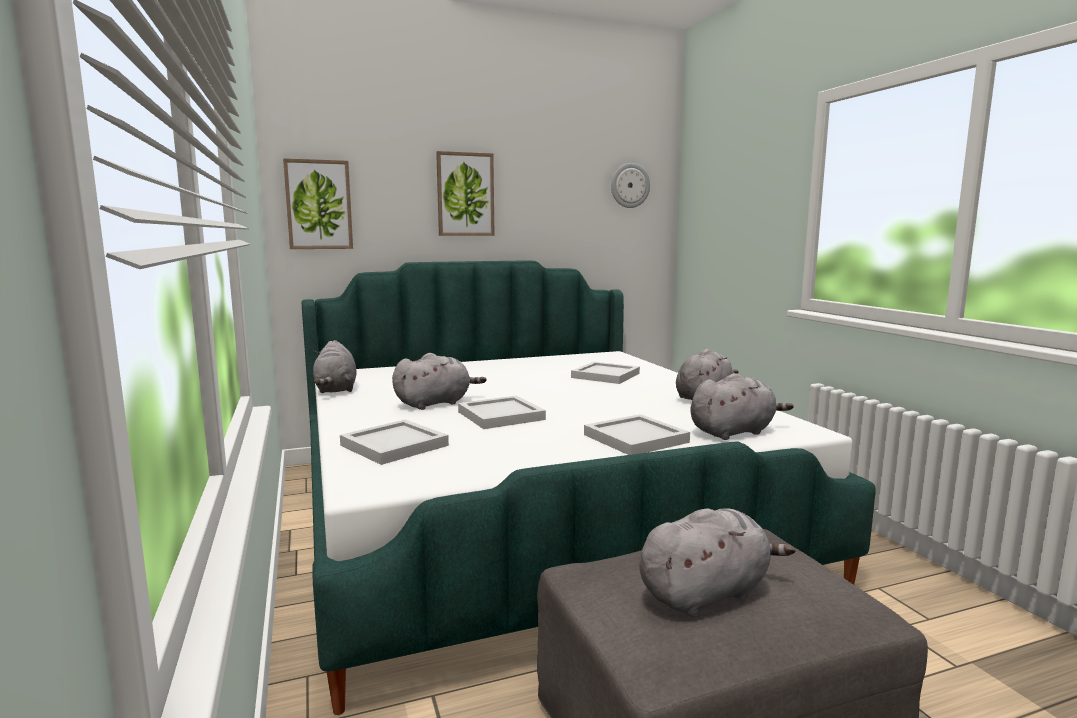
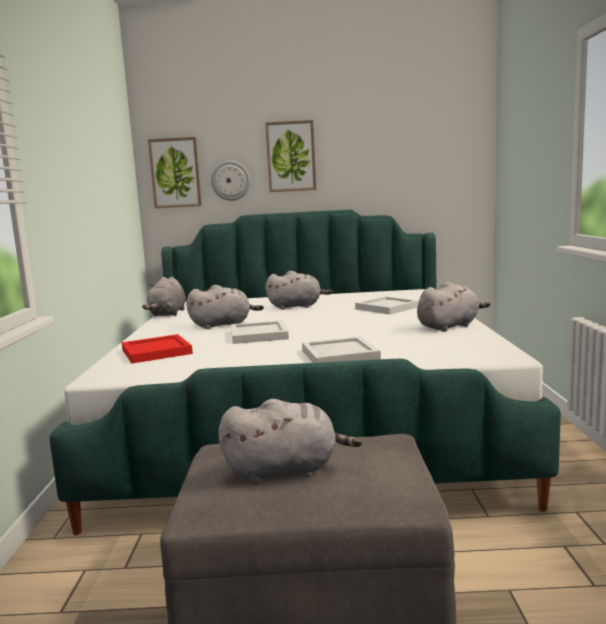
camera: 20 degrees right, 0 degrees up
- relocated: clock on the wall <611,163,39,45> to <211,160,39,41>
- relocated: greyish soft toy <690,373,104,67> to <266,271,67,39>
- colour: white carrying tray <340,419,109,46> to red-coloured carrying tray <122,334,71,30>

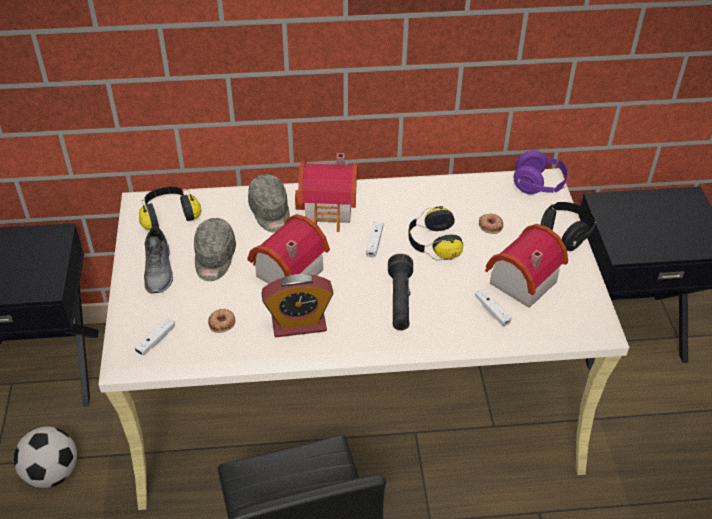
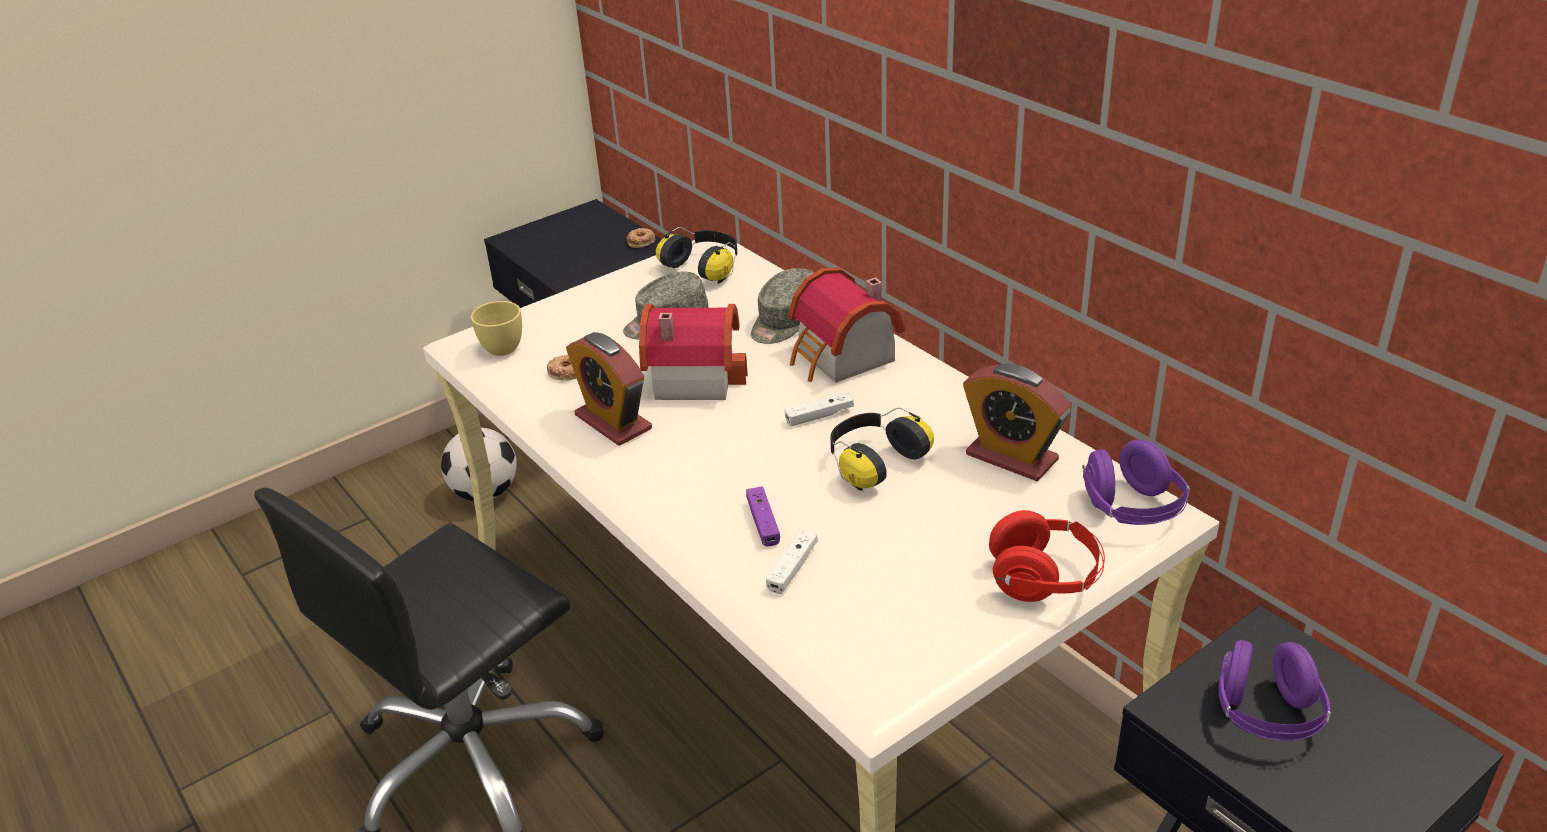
camera: 60 degrees right, 10 degrees down
- colour: black-coloured headset <540,202,56,49> to red-coloured headset <989,510,116,92>
- relocated: ring doughnut <479,214,25,20> to <626,228,29,20>
- missing: toy house <485,224,83,84>
- missing: greyish shoe <144,226,29,67>
- missing: black-coloured flashlight <388,254,25,76>
- exchanged: white game controller <134,318,41,37> to yellow small cup <471,301,51,55>
- appeared: alarm clock <963,364,108,117>
- appeared: purple-coloured game controller <746,486,34,61>
- appeared: purple-coloured headset <1219,640,112,101>

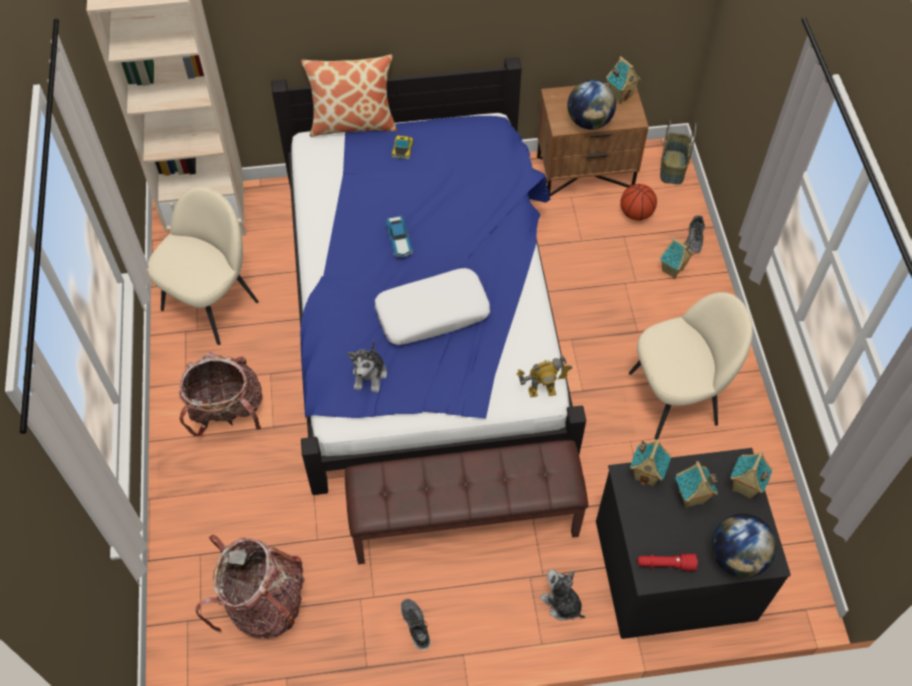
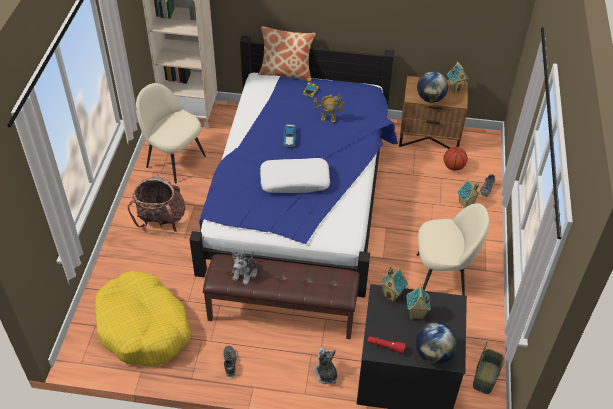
camera: 15 degrees right, 10 degrees down
- relocated: storage basket <660,120,36,65> to <473,341,34,53>
- spun: beige plain chair <147,187,112,158> = <136,83,70,100> 105 degrees counterclockwise
- relocated: soft toy <348,340,39,53> to <232,252,25,33>
- relocated: robot figure <517,355,55,42> to <314,94,31,29>
- missing: toy house <730,451,42,48>
- exchanged: knapsack <196,534,109,105> to yellow dog bed <95,271,96,95>

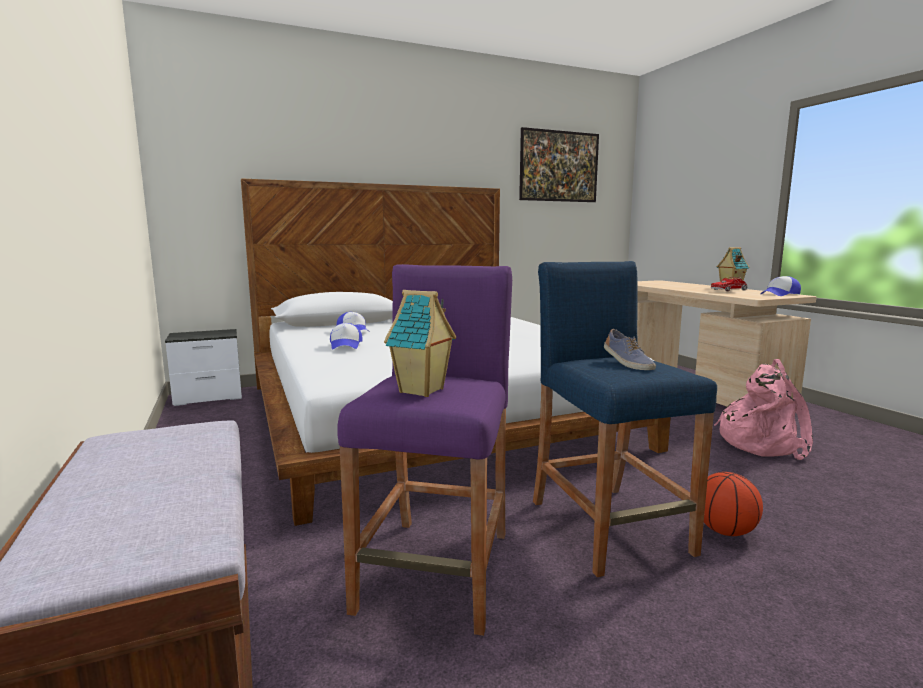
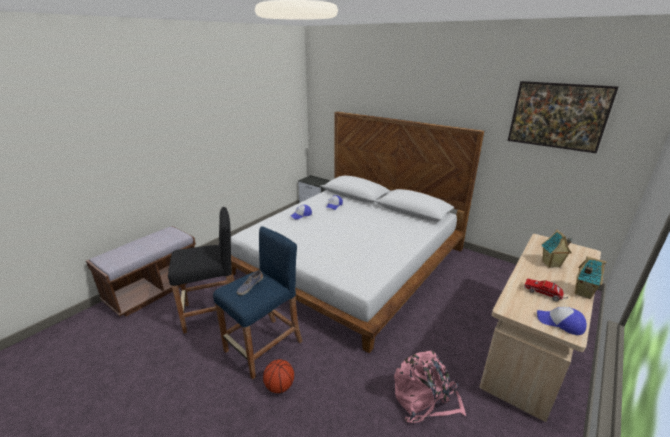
camera: 60 degrees right, 15 degrees up
- colour: purple-coloured sitting stool <337,264,175,372> to black-coloured sitting stool <168,207,67,127>
- relocated: toy house <384,290,72,107> to <541,230,31,38>

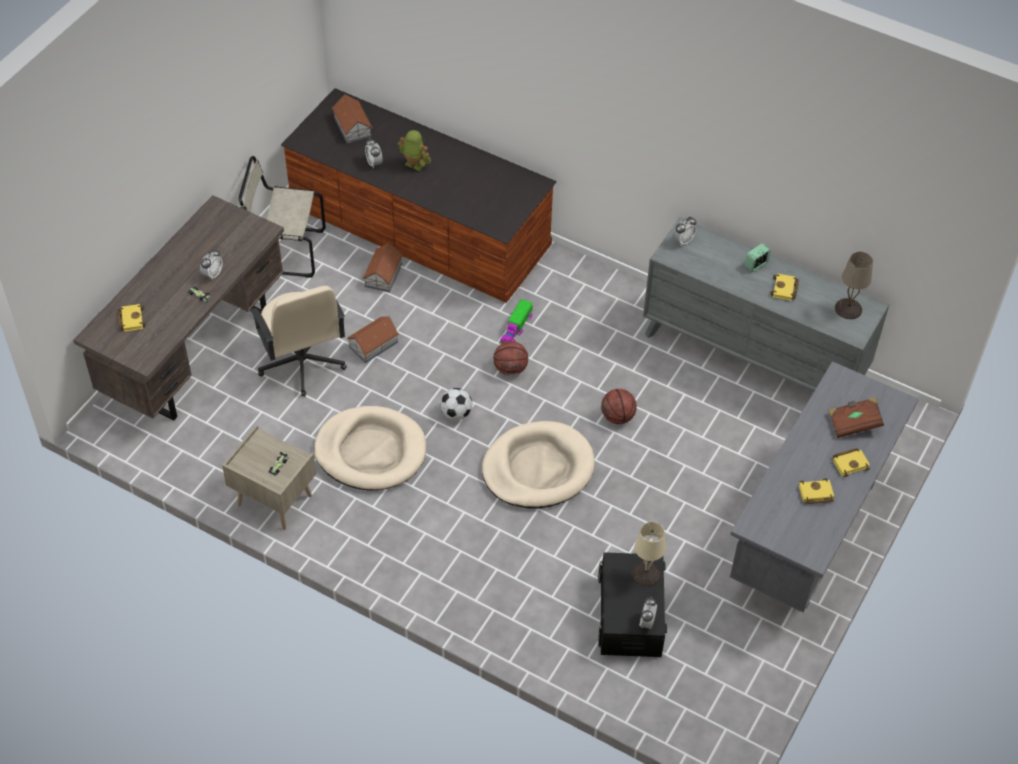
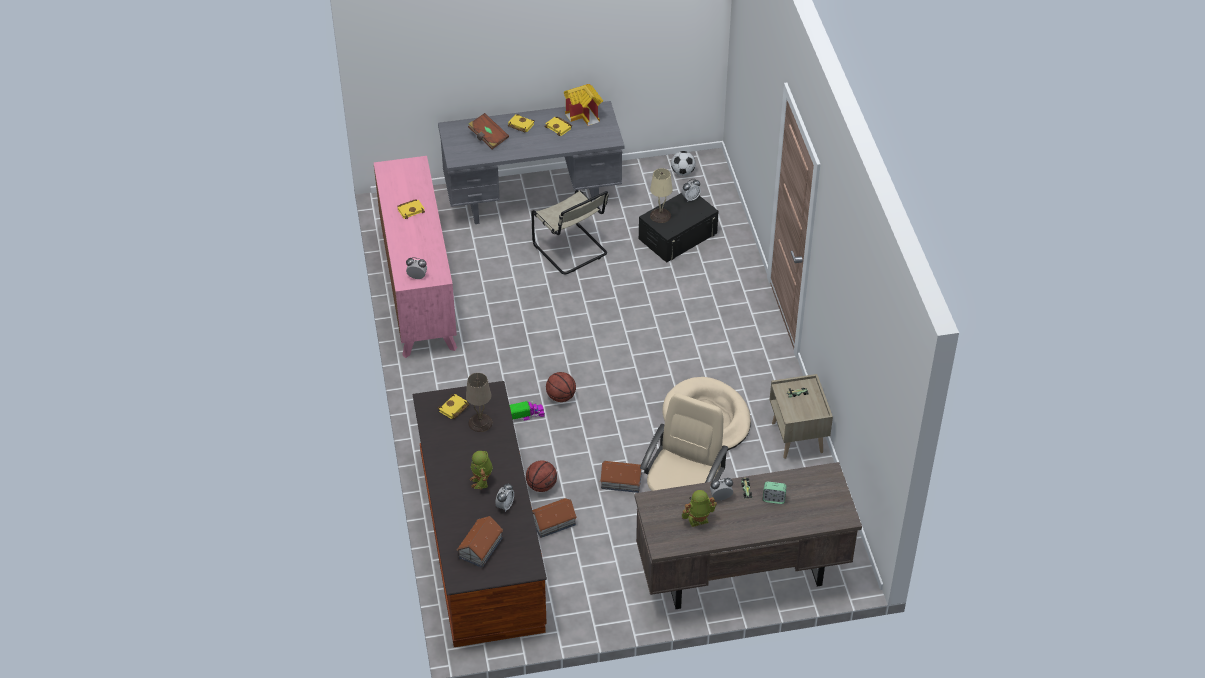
camera: 130 degrees left, 5 degrees down
- relocated: beige plain chair <239,156,87,122> to <531,190,78,84>
- colour: greyish dresser <643,217,246,174> to pink-coloured dresser <374,156,83,202>
- relocated: alarm clock <745,243,26,29> to <763,482,24,22>
- relocated: beige table lamp <835,252,38,67> to <466,373,27,59>
- relocated: yellow book <118,304,28,28> to <438,394,31,25>
- relocated: football ball <440,388,32,32> to <671,151,25,25>
- relocated: ball for basketball <601,389,36,35> to <526,460,31,32>
- missing: beige dog bed <482,421,113,88>
- appeared: toy house <564,84,39,42>
- appeared: robot figure <682,490,35,37>

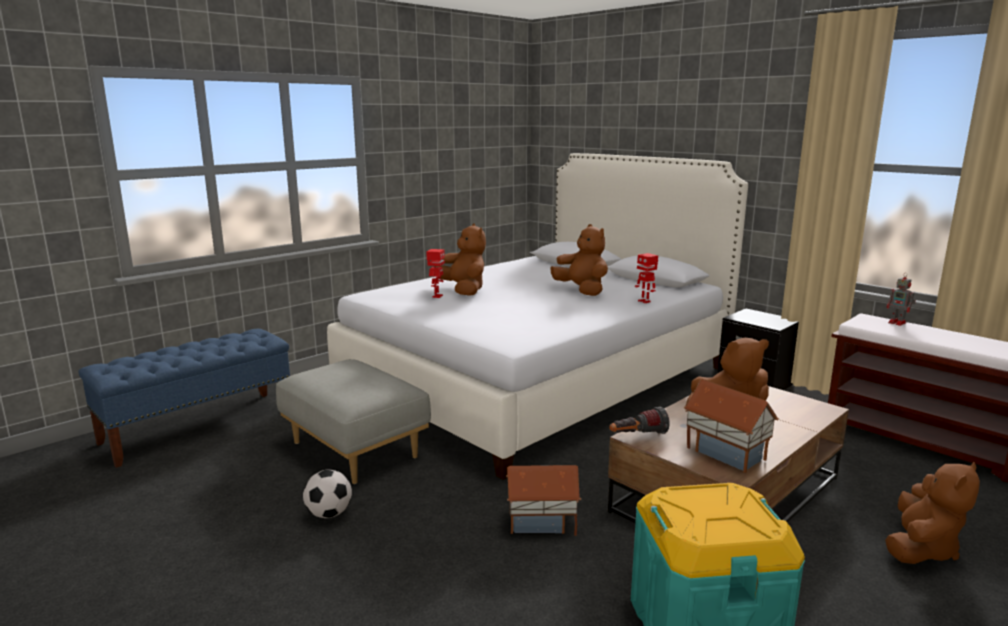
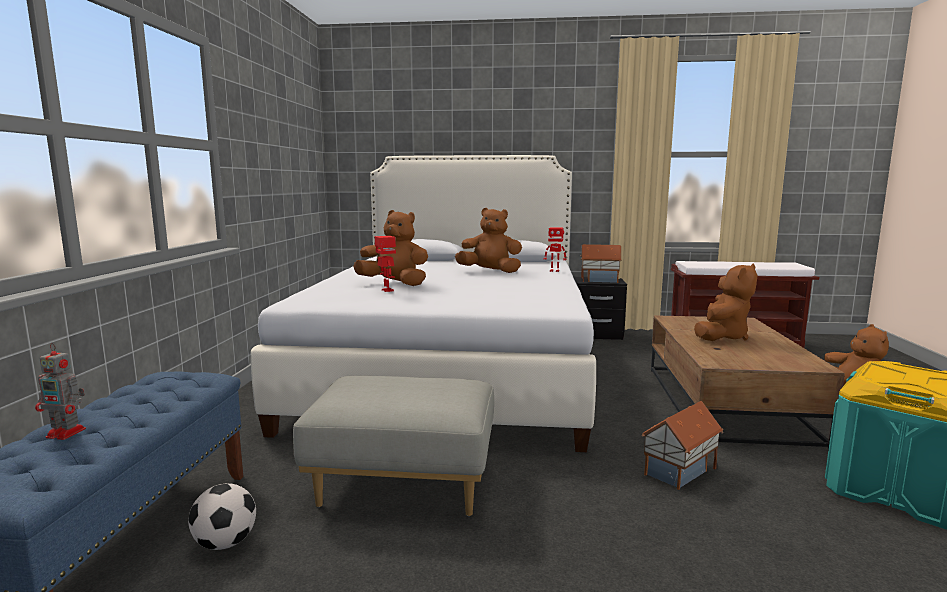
camera: 40 degrees left, 5 degrees down
- relocated: robot figure <887,273,29,53> to <35,343,51,97>
- relocated: toy house <684,379,95,94> to <580,244,42,39>
- missing: flashlight <609,407,61,27>
- relocated: football ball <303,470,49,48> to <188,483,68,67>

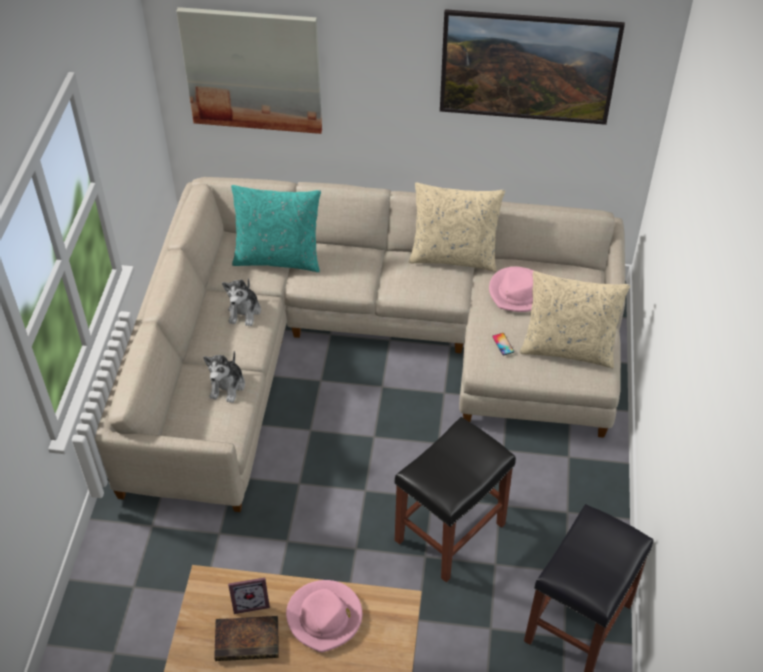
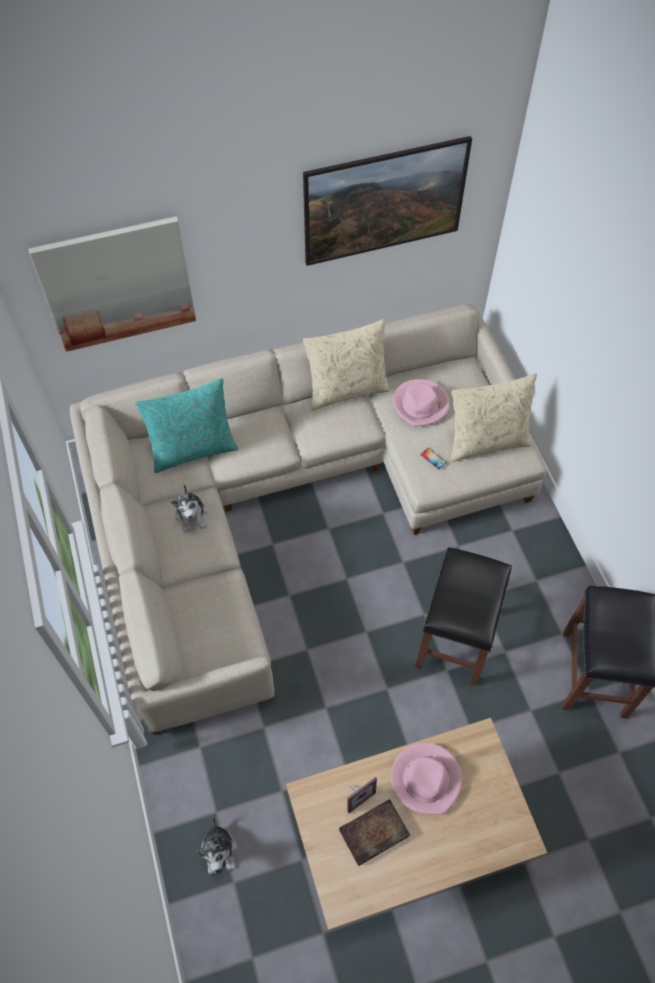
camera: 25 degrees left, 10 degrees up
- relocated: soft toy <203,351,42,52> to <196,816,41,59>

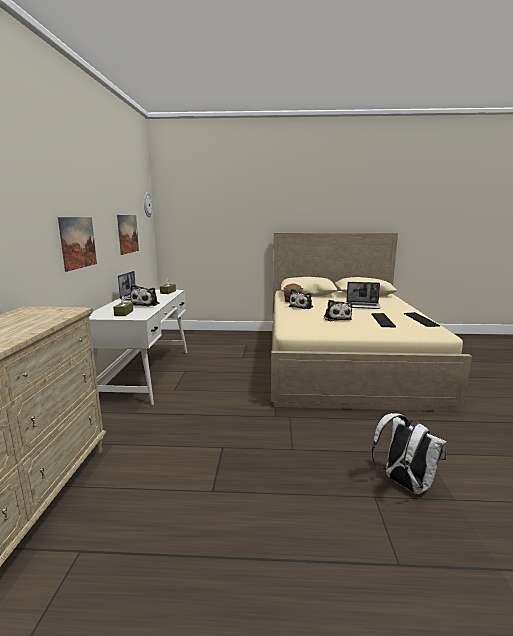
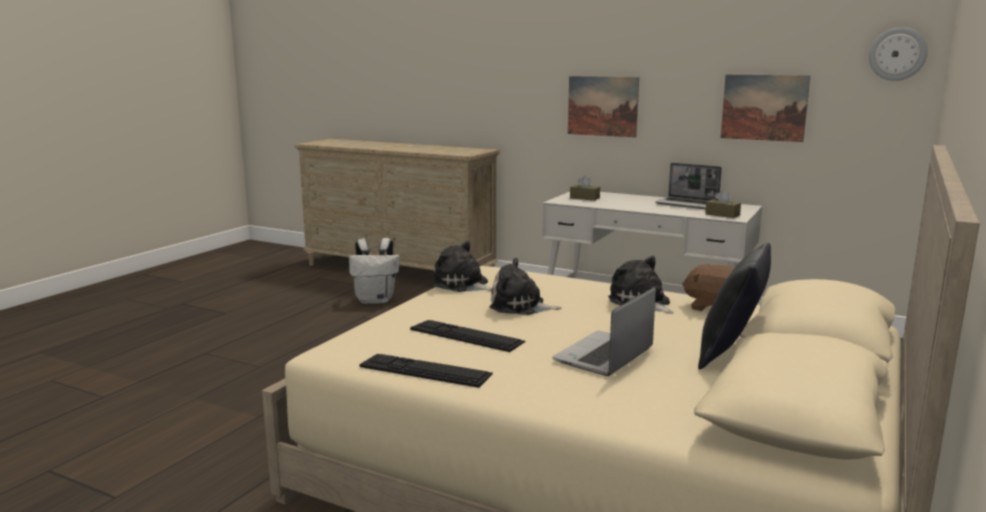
camera: 115 degrees right, 0 degrees up
- relocated: soft toy <130,284,29,22> to <432,241,60,51>
- relocated: white knapsack <371,413,76,81> to <349,238,51,66>
- appeared: black-coloured cushion <698,242,73,128>

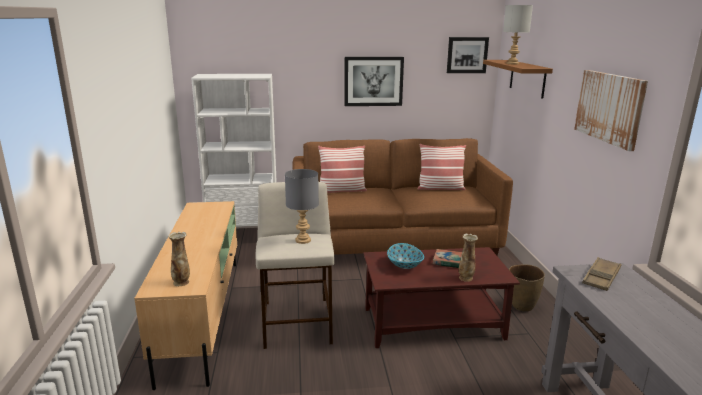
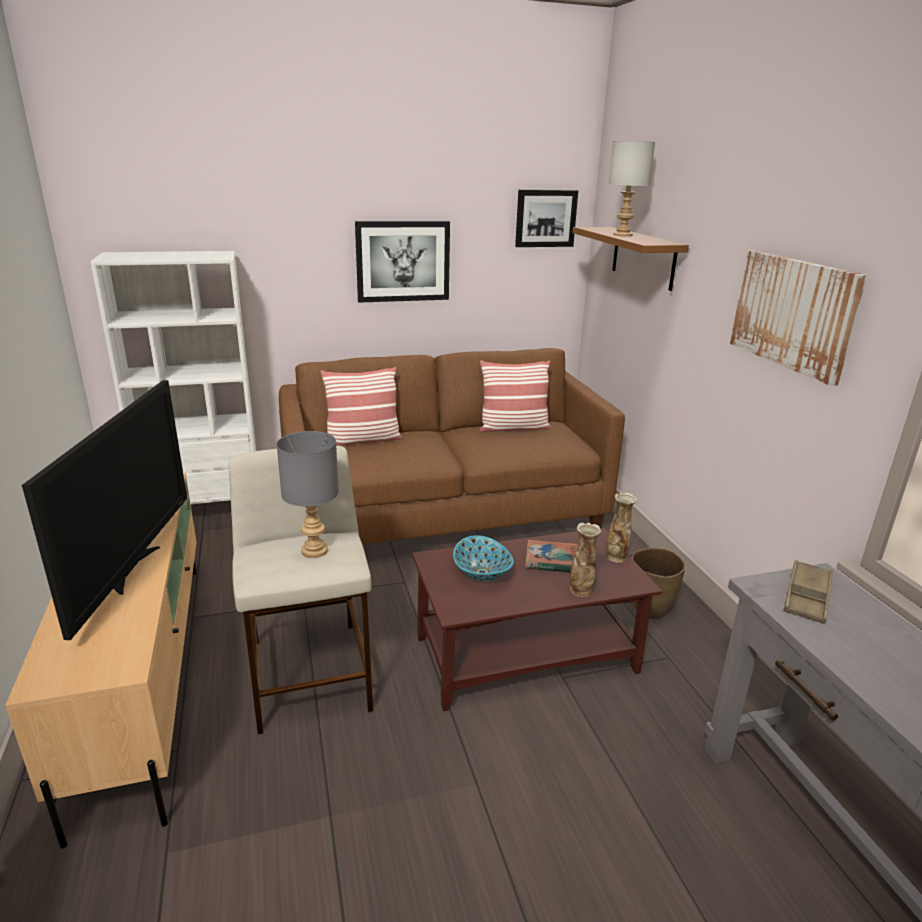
camera: 10 degrees left, 5 degrees up
- relocated: flower vase <168,232,22,54> to <606,493,31,70>
- appeared: TV set <22,380,165,260>

